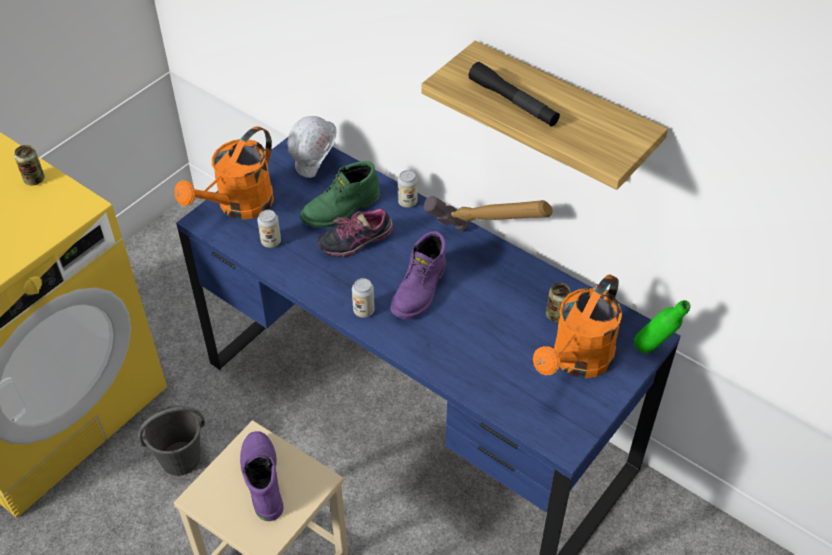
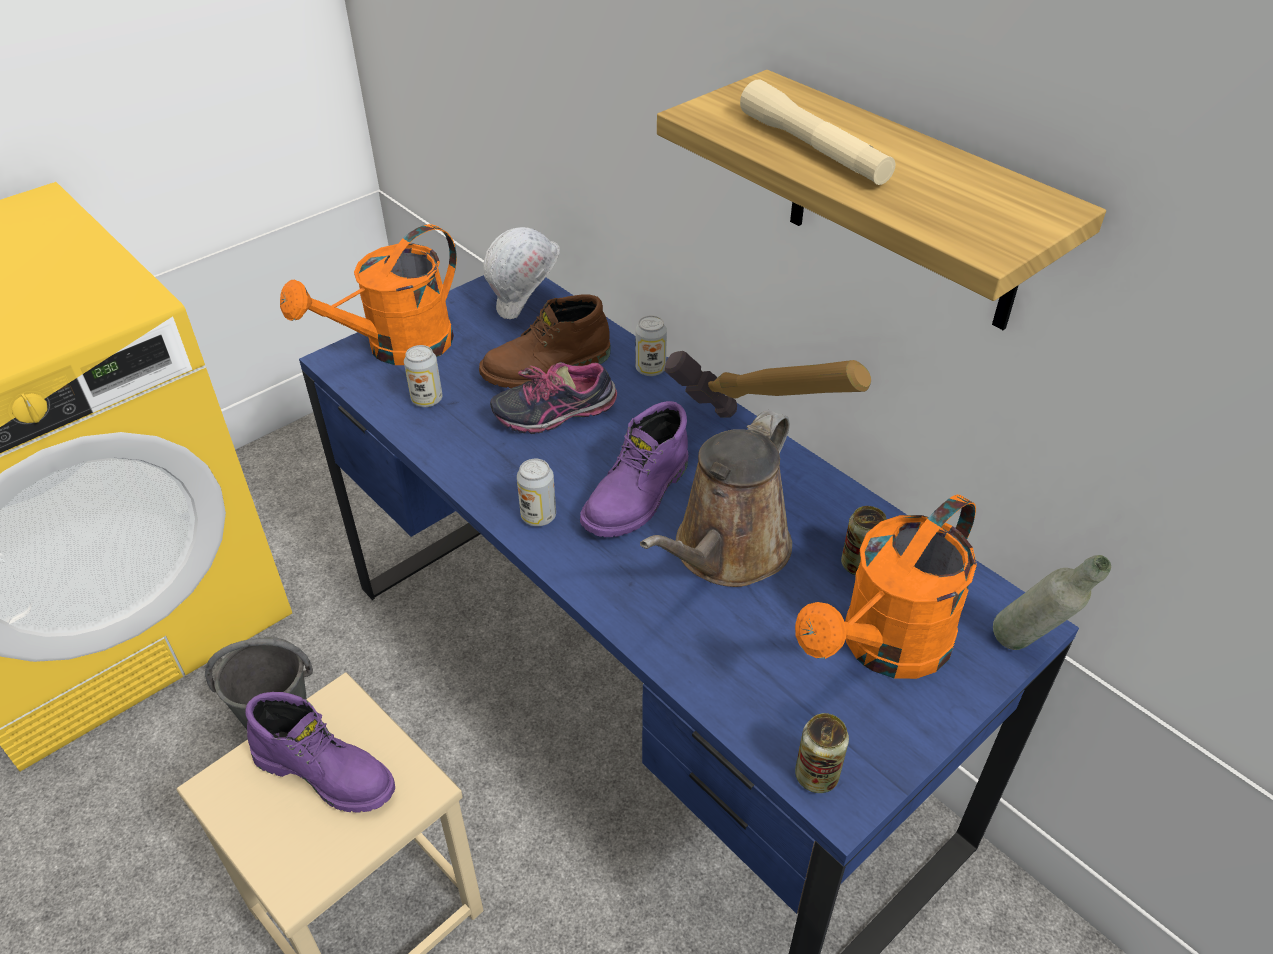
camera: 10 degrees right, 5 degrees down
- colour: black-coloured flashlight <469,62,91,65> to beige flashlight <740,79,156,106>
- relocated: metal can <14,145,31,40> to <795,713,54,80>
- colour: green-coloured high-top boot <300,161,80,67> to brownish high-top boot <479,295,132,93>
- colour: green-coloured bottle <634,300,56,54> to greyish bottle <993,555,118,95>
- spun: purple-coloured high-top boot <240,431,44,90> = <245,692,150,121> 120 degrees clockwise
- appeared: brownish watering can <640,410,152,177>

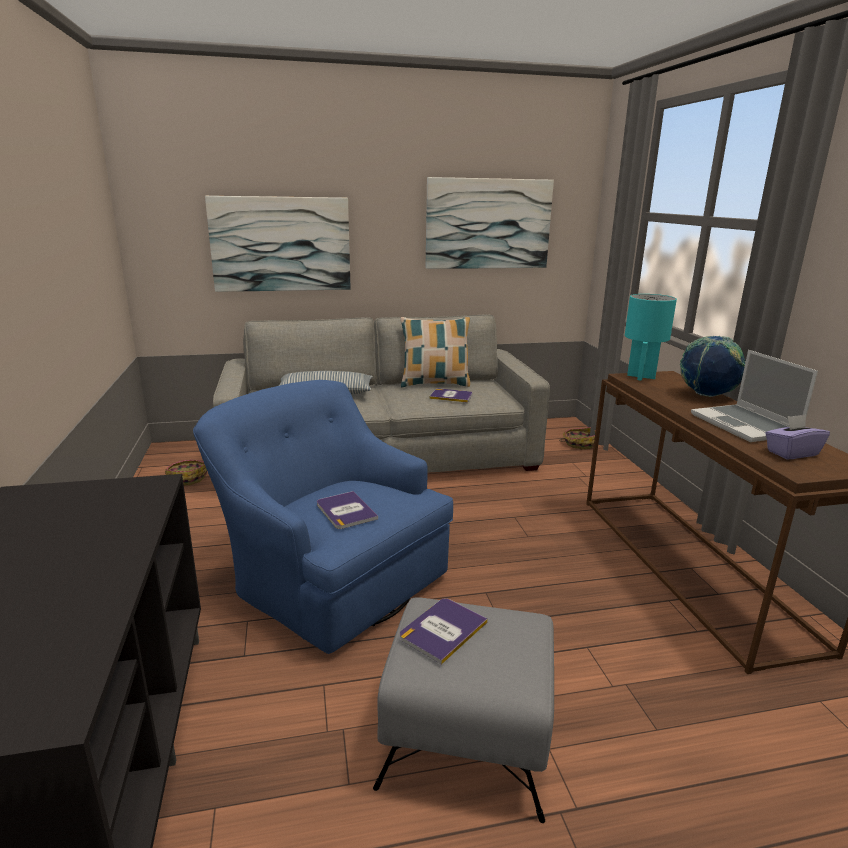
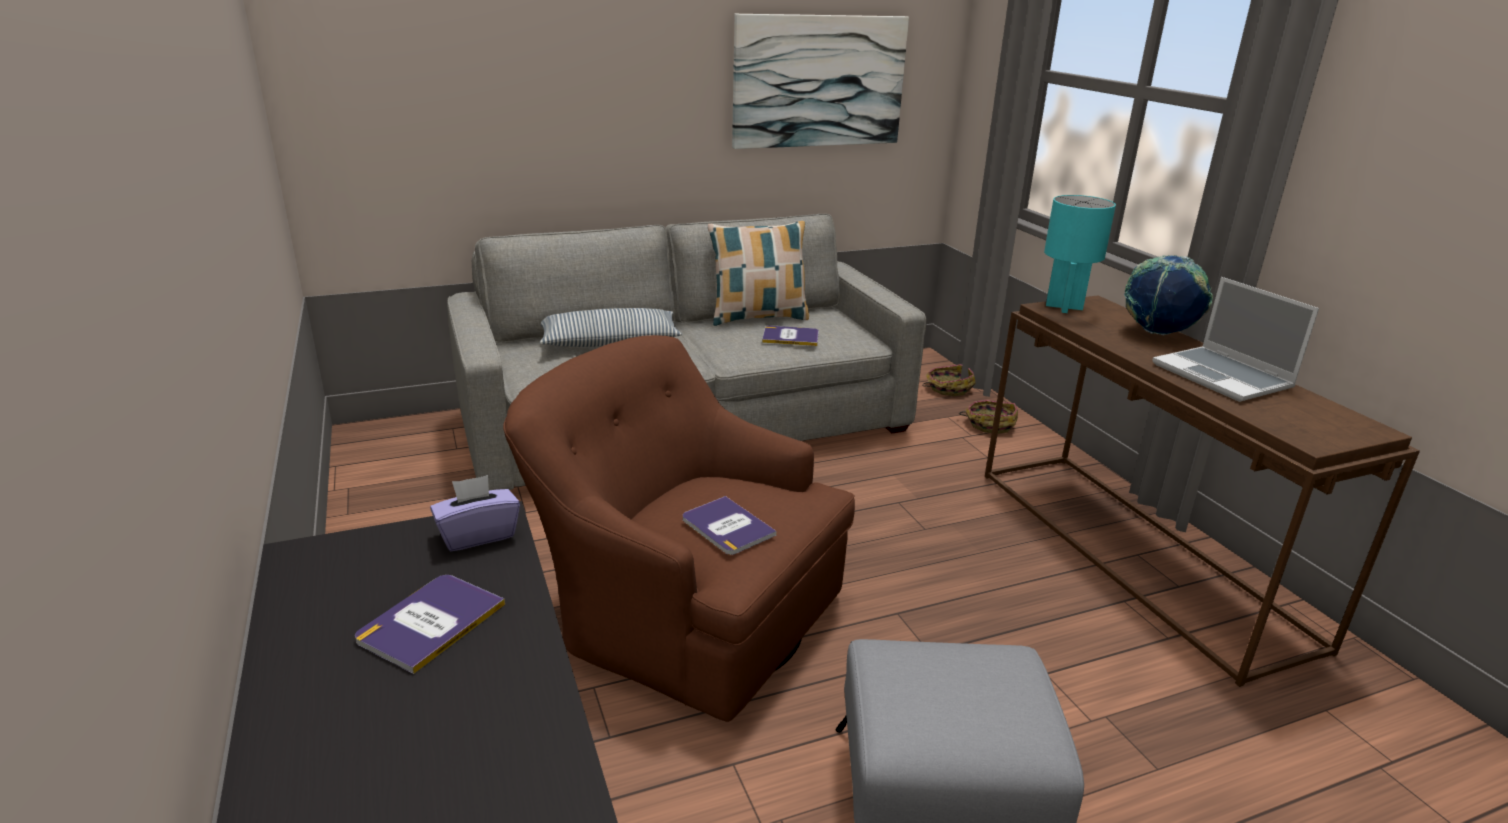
camera: 10 degrees left, 5 degrees up
- missing: wall picture <205,196,146,96>
- colour: bluish armchair <193,380,260,274> to brownish armchair <503,335,352,387>
- relocated: purple-coloured tissue holder <765,414,65,45> to <430,475,90,76>
- relocated: storage basket <165,460,42,26> to <959,400,59,34>
- relocated: book <400,598,88,67> to <355,575,150,99>

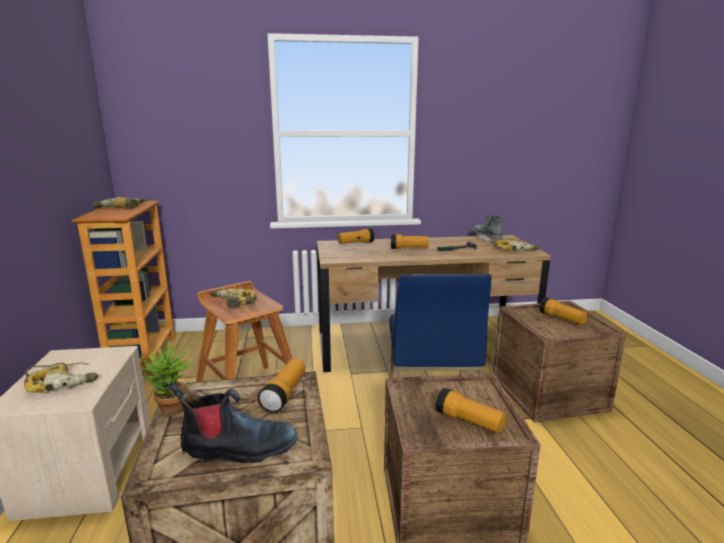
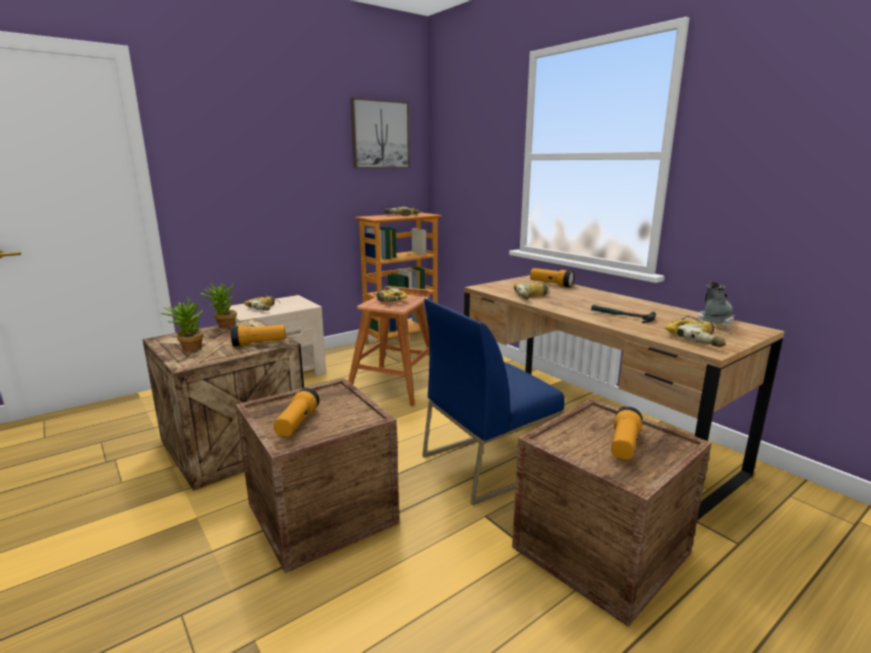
camera: 60 degrees right, 0 degrees up
- missing: flashlight <391,234,38,15>
- exchanged: high-top boot <167,382,130,81> to potted plant <160,296,43,56>
- appeared: wall picture <350,97,60,71>
- appeared: power drill <513,281,37,18>

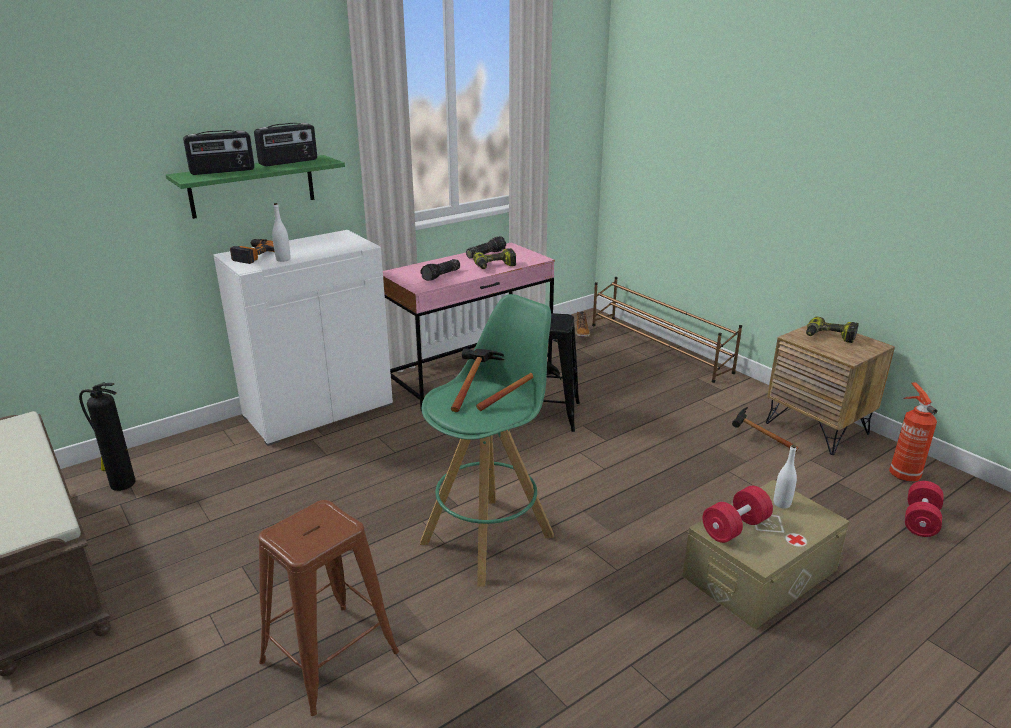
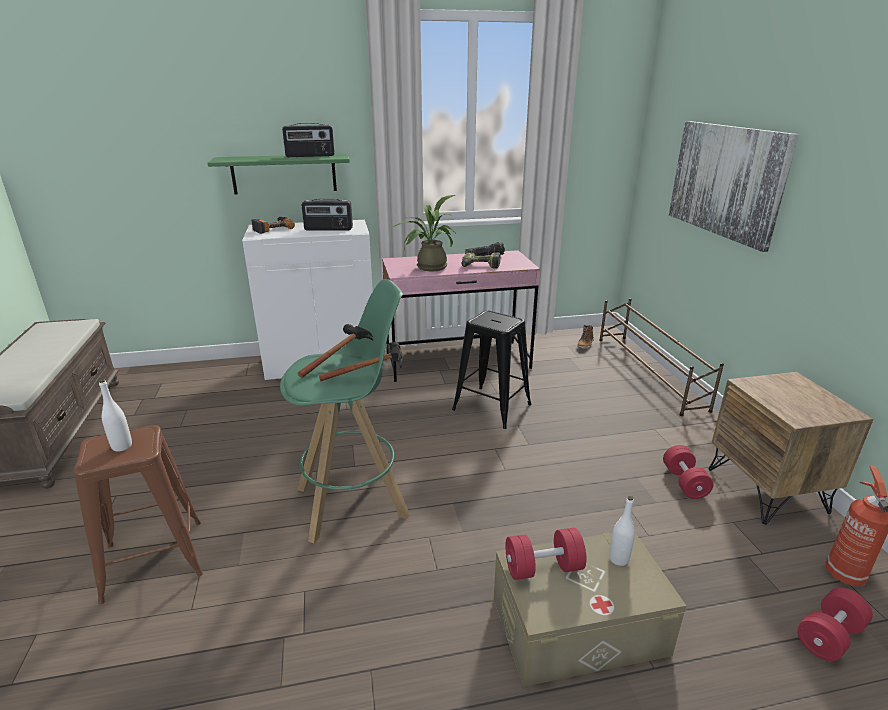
camera: 25 degrees right, 0 degrees up
- relocated: radio <183,130,72,45> to <302,198,51,33>
- relocated: white bottle <272,203,18,59> to <99,379,33,73>
- exchanged: flashlight <421,259,39,22> to potted plant <392,195,63,76>
- missing: power drill <806,317,53,26>
- missing: fire-fighting cylinder <79,382,57,109>
- exchanged: tool hammer <732,407,67,44> to red-coloured dumbbell <663,445,51,54>
- appeared: wall picture <669,121,130,131>

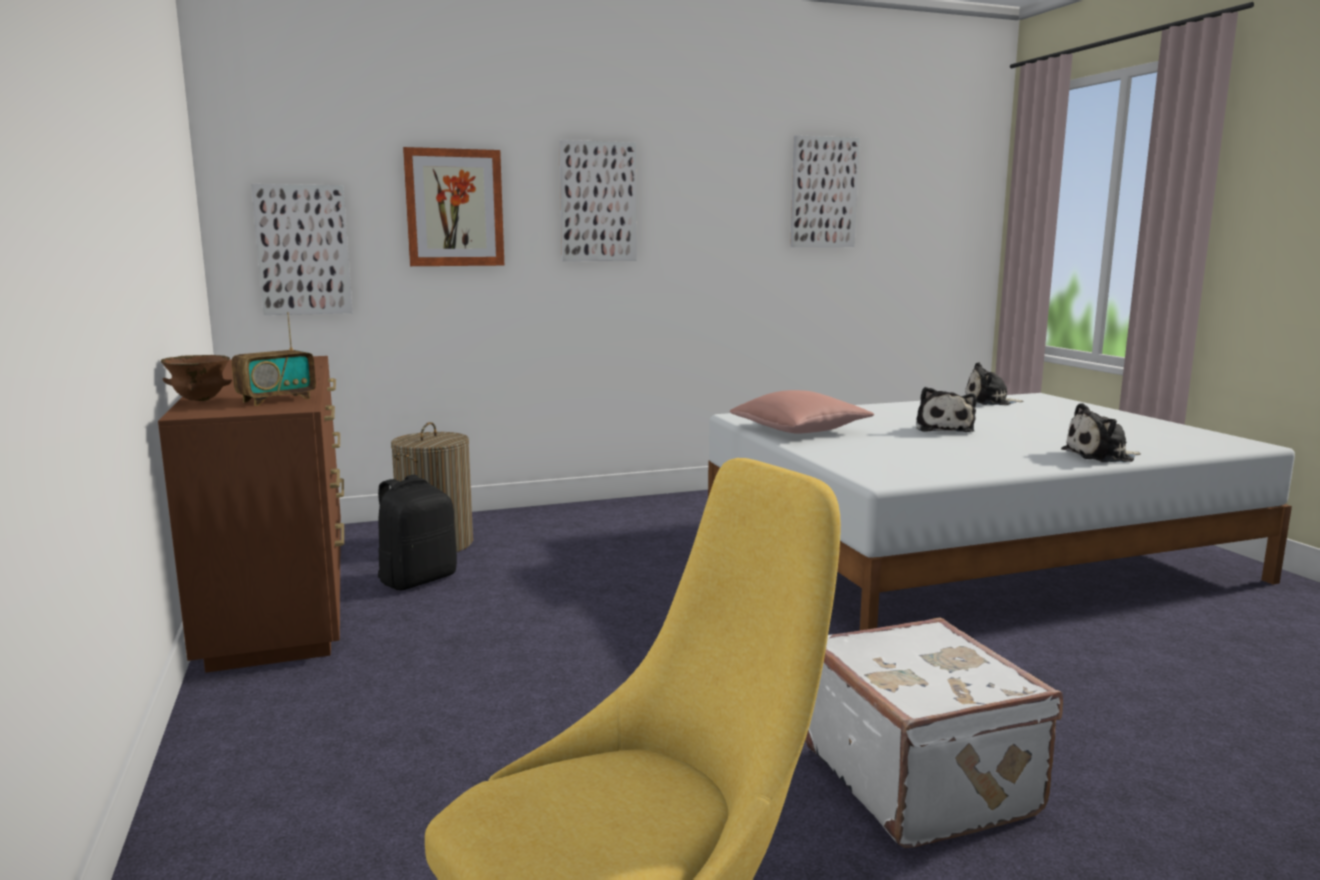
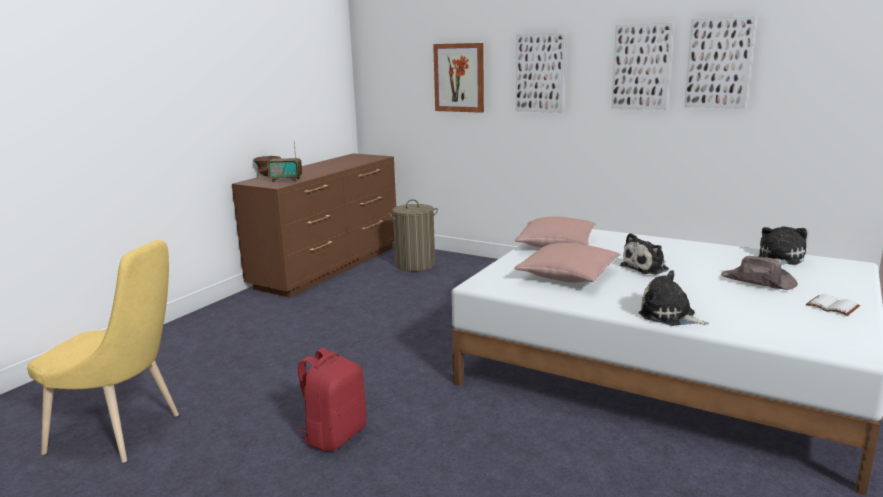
camera: 50 degrees right, 5 degrees up
- relocated: wall picture <251,184,102,131> to <612,23,61,87>
- spun: soft toy <965,362,59,43> = <758,226,49,39> 75 degrees clockwise
- missing: black-coloured knapsack <378,474,79,116>
- exchanged: white travel case <805,618,258,230> to red-coloured knapsack <297,348,70,103>
- appeared: pink-coloured cushion <514,243,106,40>
- appeared: brownish wearable hat <721,256,77,34>
- appeared: white book <806,294,54,22>

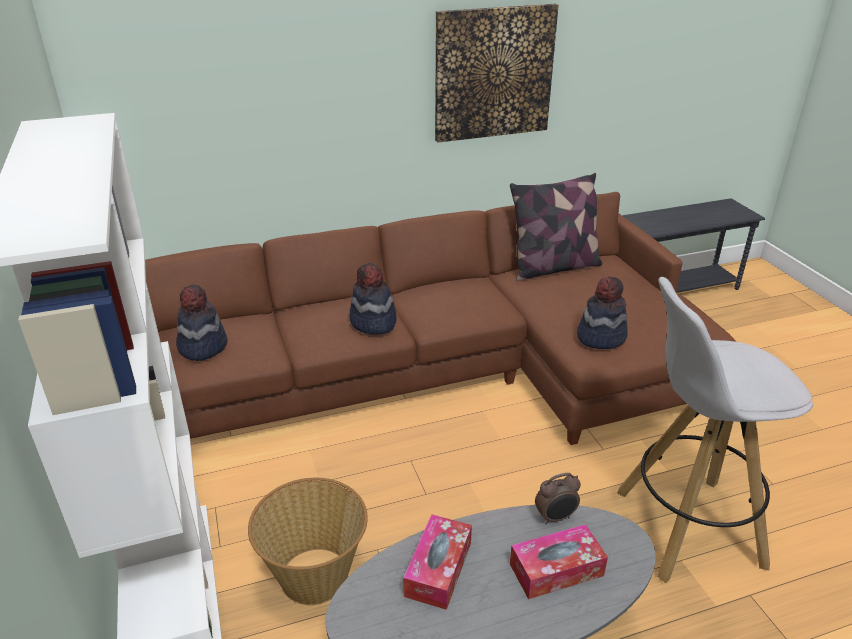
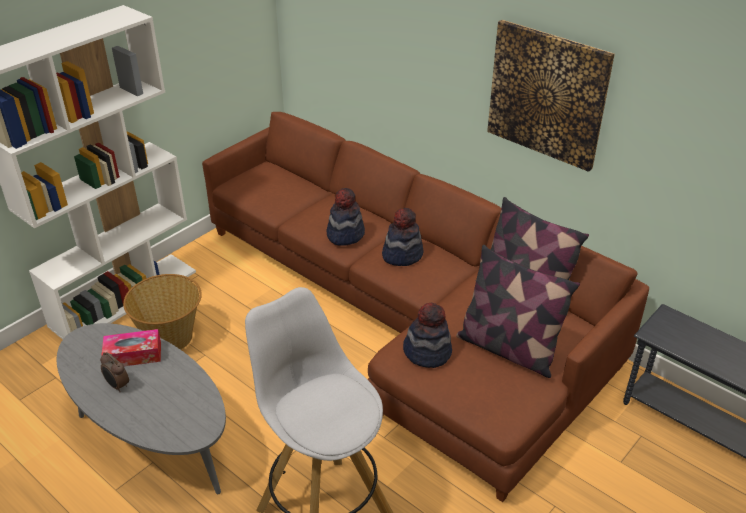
camera: 60 degrees right, 5 degrees up
- relocated: wearable hat <176,285,51,76> to <382,208,41,58>
- relocated: alarm clock <535,473,46,52> to <100,352,29,40>
- missing: tissue holder <510,524,98,75>
- appeared: cushion <456,245,124,133>

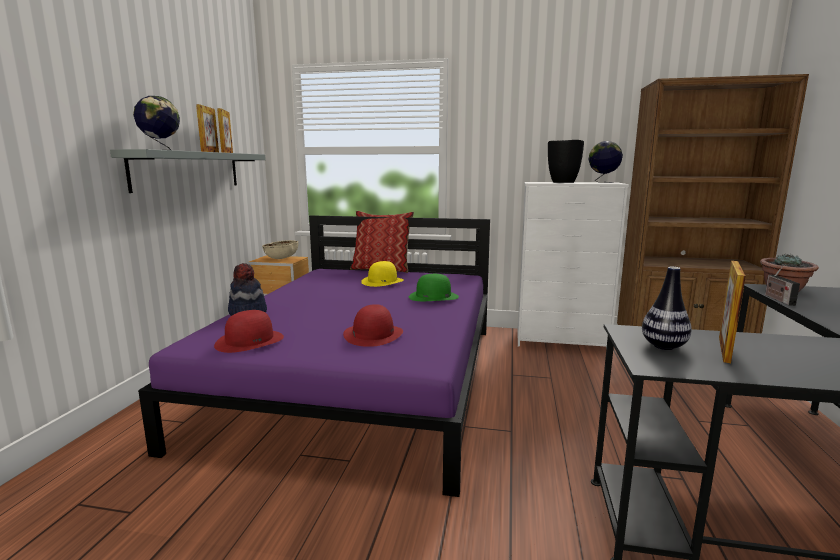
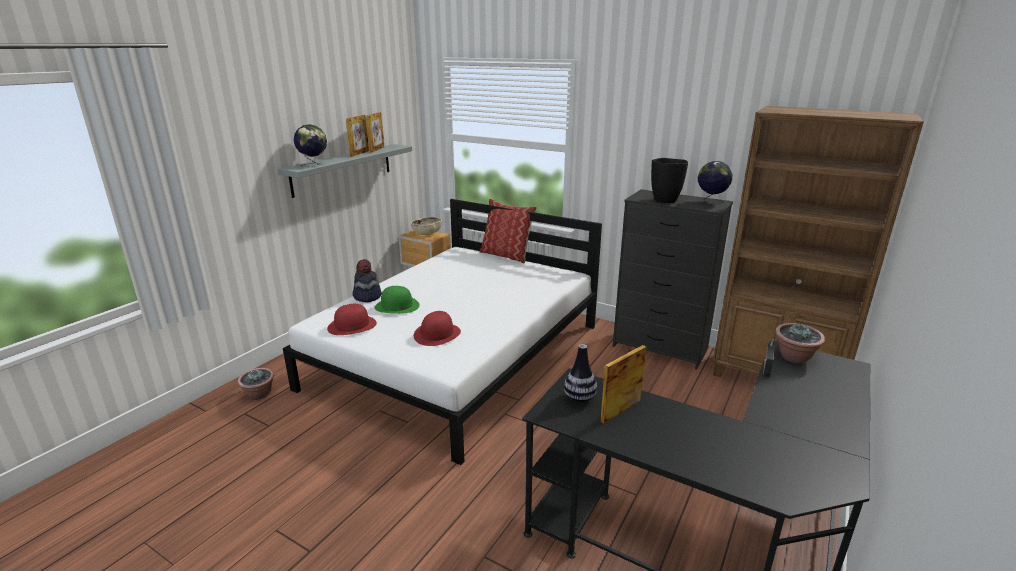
camera: 20 degrees right, 10 degrees up
- colour: white dresser <517,182,112,167> to black-coloured dresser <613,189,120,181>
- colour: purple-coloured sleeping bed <138,215,352,282> to white sleeping bed <283,199,319,266>
- missing: yellow wearable hat <361,261,43,26>
- relocated: green-coloured wearable hat <409,274,50,27> to <375,286,45,28>
- appeared: potted plant <238,368,36,32>

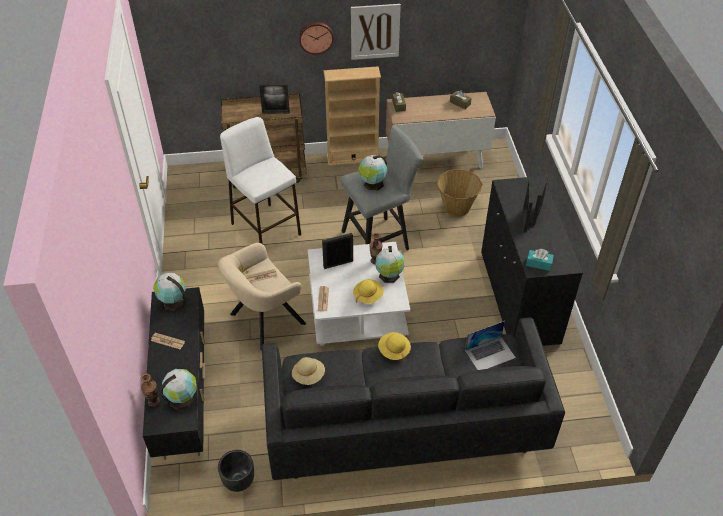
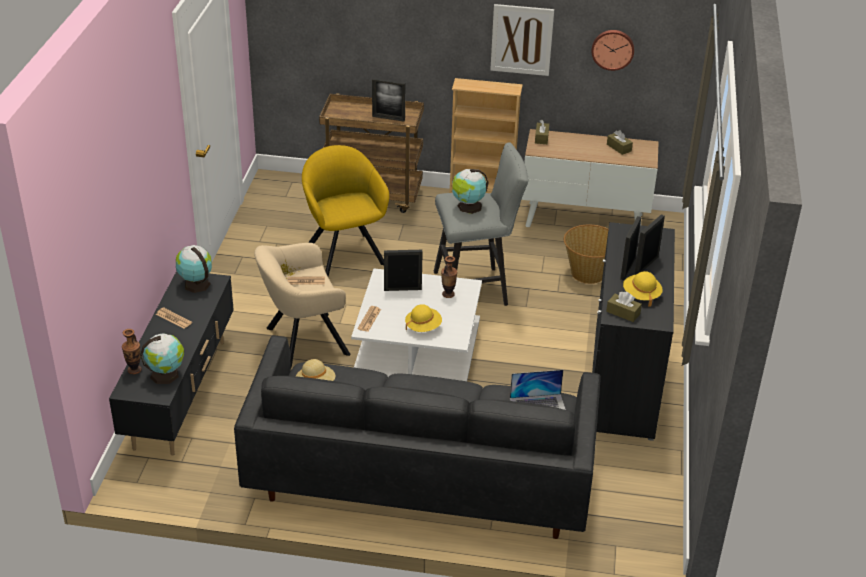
camera: 15 degrees right, 10 degrees down
- relocated: clock on the wall <299,22,35,33> to <591,30,43,41>
- exchanged: white sitting stool <220,117,81,127> to yellow armchair <302,145,87,132>
- missing: world globe <375,246,29,37>
- colour: blue-green tissue holder <526,249,28,22> to brownish tissue holder <606,292,36,30>
- relocated: yellow wearable hat <378,332,33,30> to <623,271,40,36>
- missing: black-coloured flower pot <218,450,36,42>

